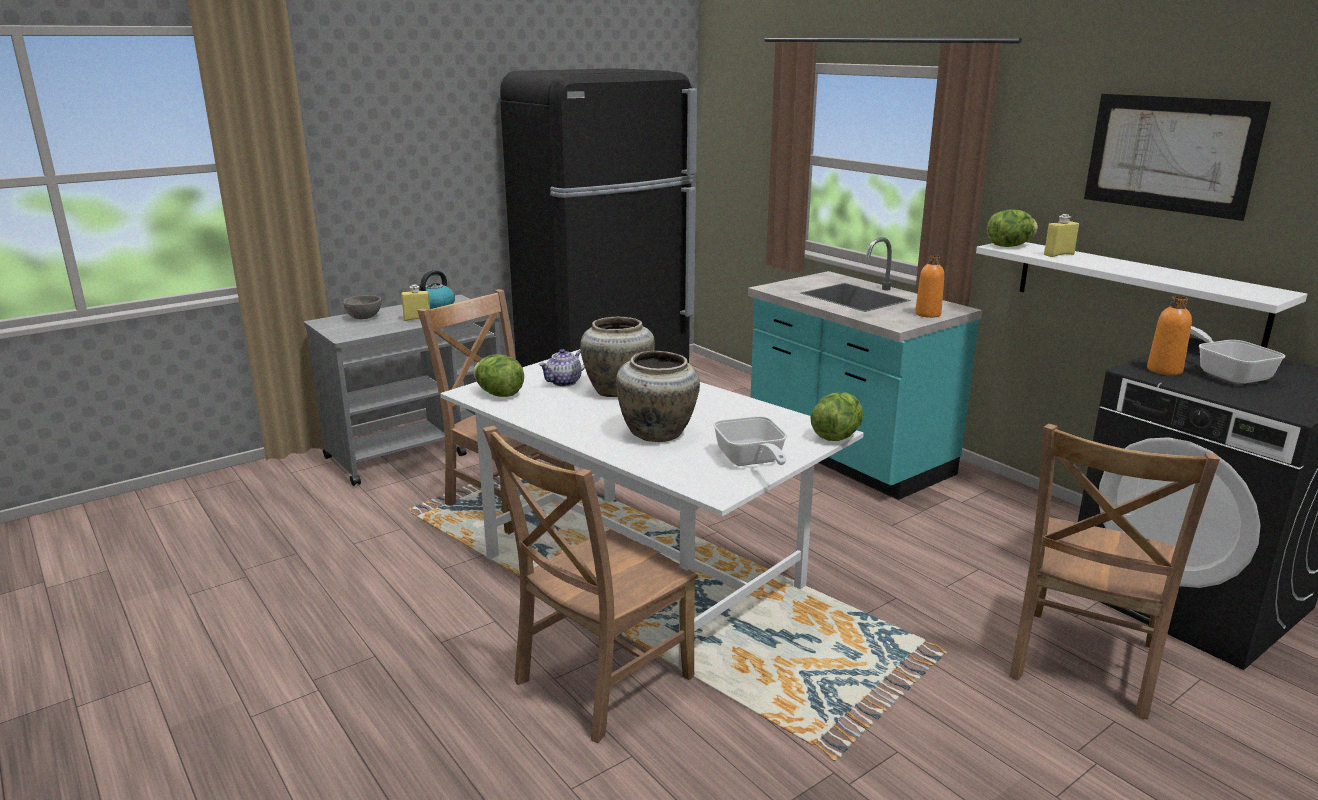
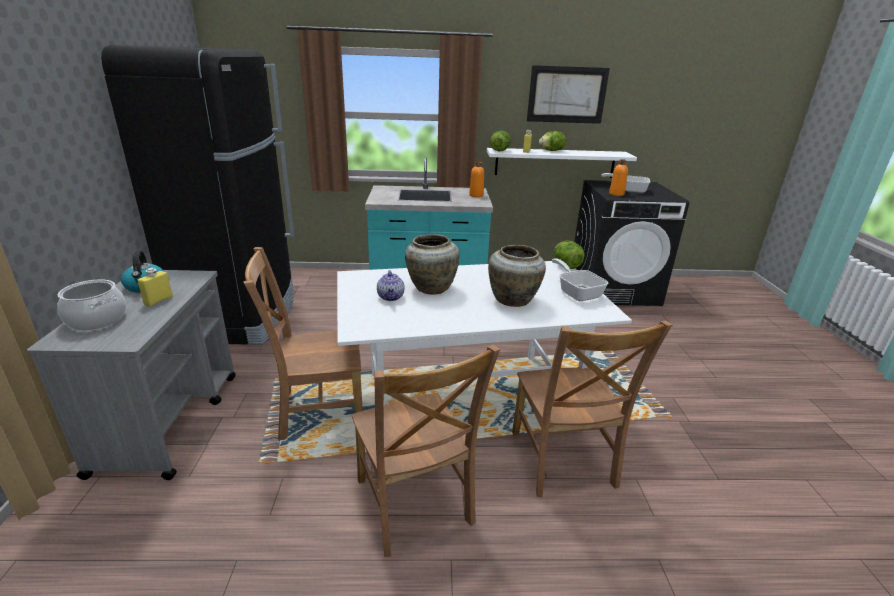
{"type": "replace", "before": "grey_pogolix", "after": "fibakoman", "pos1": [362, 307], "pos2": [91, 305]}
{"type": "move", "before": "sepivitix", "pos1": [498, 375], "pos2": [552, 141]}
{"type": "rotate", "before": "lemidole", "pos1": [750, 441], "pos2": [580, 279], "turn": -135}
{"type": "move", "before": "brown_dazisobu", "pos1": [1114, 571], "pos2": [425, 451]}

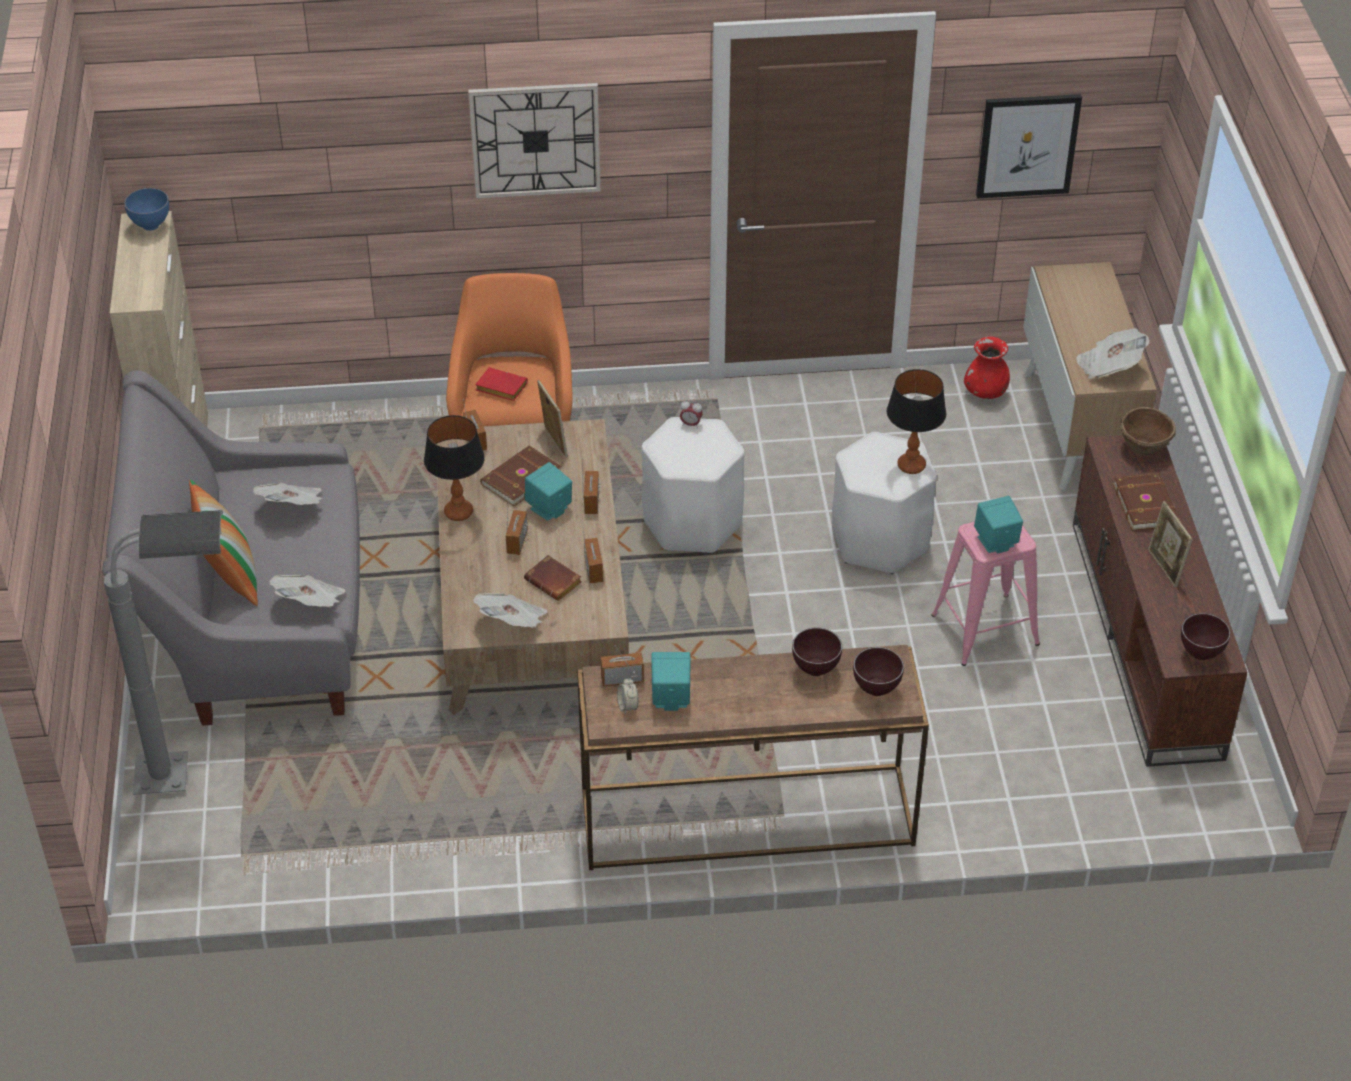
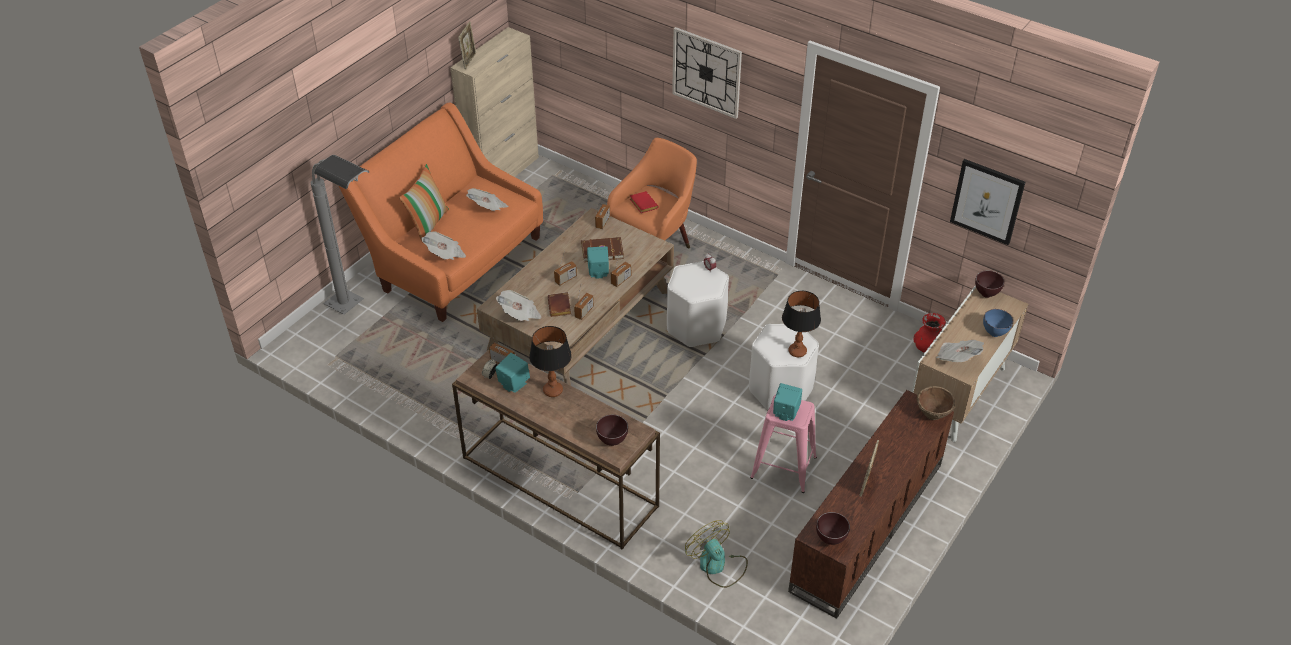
{"type": "recolor", "before": "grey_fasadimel", "after": "orange_fasadimel", "pos1": [231, 548], "pos2": [440, 212]}
{"type": "move", "before": "blue_pogolix", "pos1": [146, 209], "pos2": [998, 323]}
{"type": "move", "before": "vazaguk", "pos1": [454, 468], "pos2": [550, 361]}
{"type": "move", "before": "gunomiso", "pos1": [552, 418], "pos2": [467, 45]}
{"type": "move", "before": "brown_pogolix", "pos1": [817, 652], "pos2": [989, 284]}
{"type": "delete", "before": "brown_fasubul", "pos1": [1146, 502]}
{"type": "insert", "after": "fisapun", "pos2": [716, 554]}

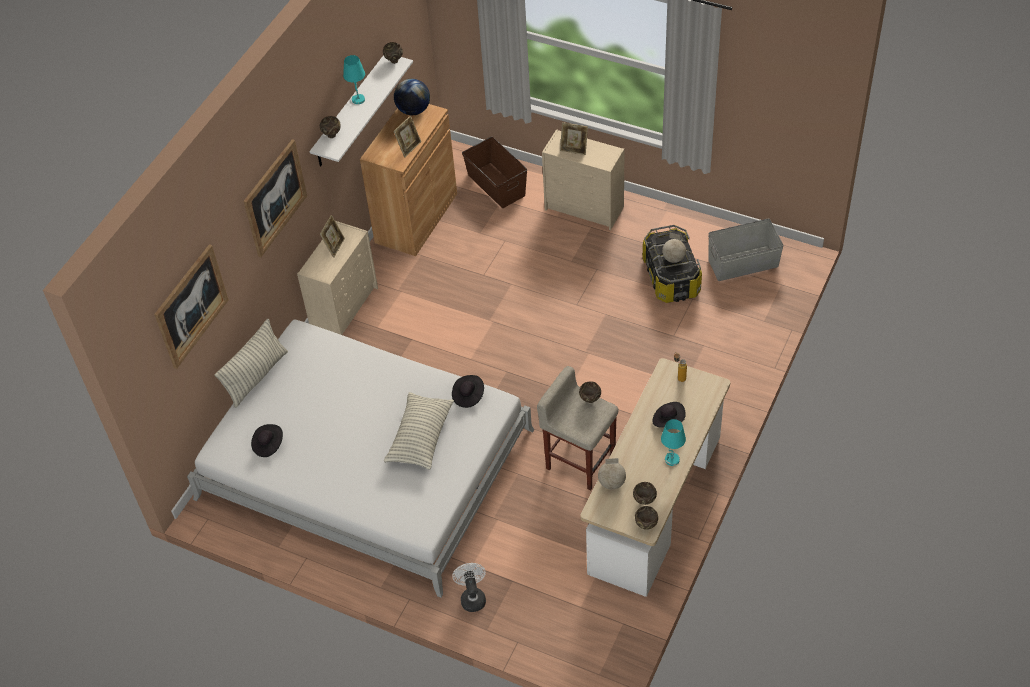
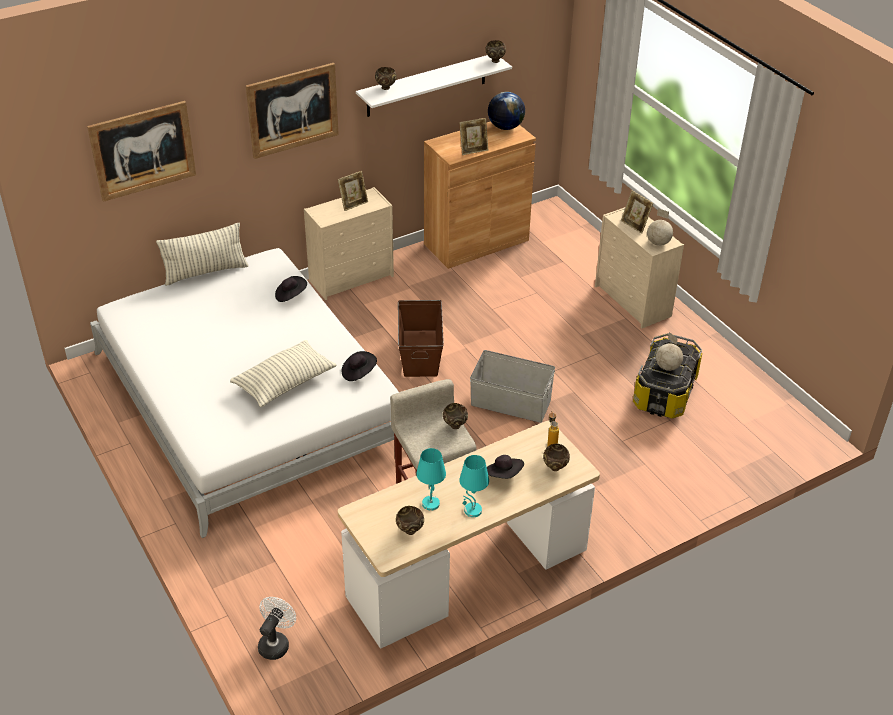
{"type": "move", "before": "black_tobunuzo", "pos1": [267, 440], "pos2": [291, 289]}
{"type": "move", "before": "turquoise_vazaguk", "pos1": [354, 79], "pos2": [431, 479]}
{"type": "move", "before": "white_fisapun", "pos1": [469, 587], "pos2": [277, 628]}
{"type": "move", "before": "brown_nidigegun", "pos1": [494, 172], "pos2": [421, 338]}
{"type": "move", "before": "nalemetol", "pos1": [612, 474], "pos2": [660, 227]}
{"type": "move", "before": "brown_pogolix", "pos1": [646, 518], "pos2": [556, 457]}
{"type": "move", "before": "grey_nidigegun", "pos1": [746, 250], "pos2": [512, 386]}

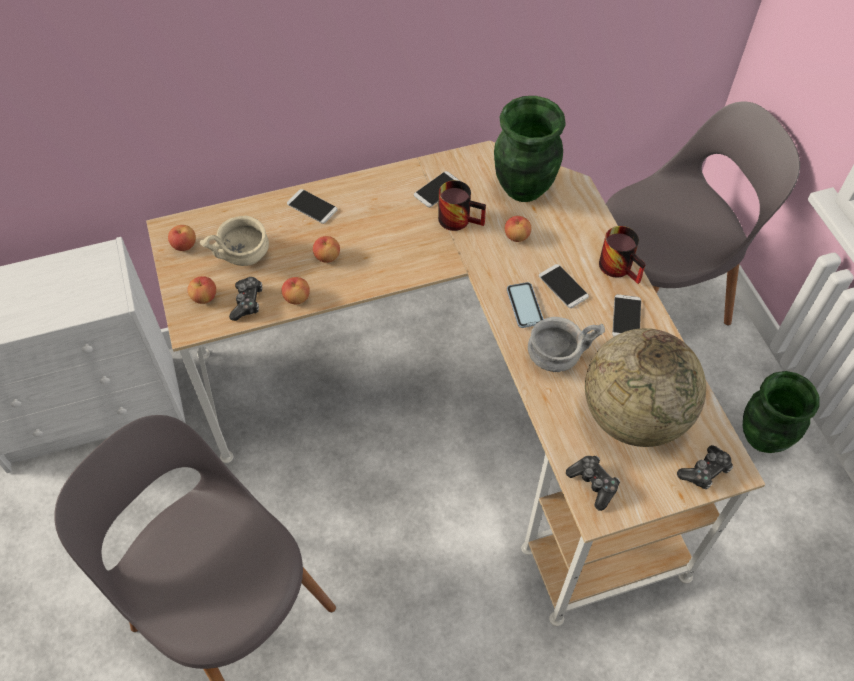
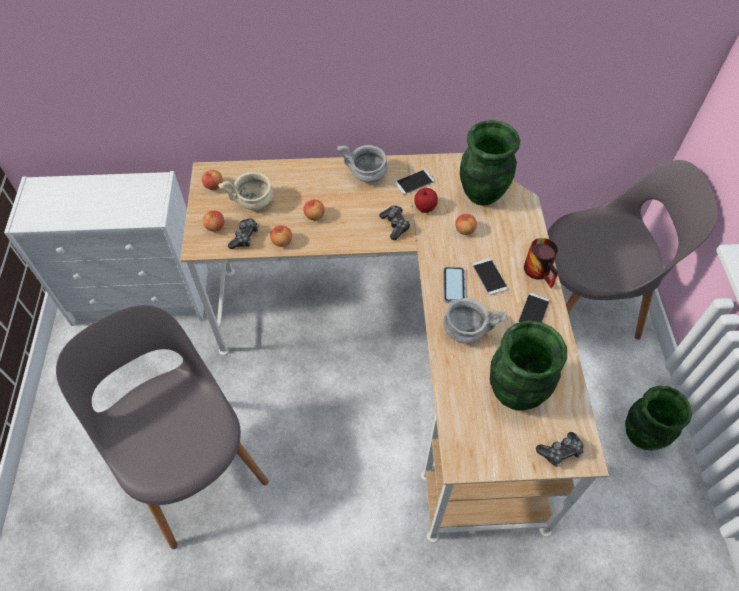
{"type": "delete", "before": "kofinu", "pos1": [312, 206]}
{"type": "replace", "before": "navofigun", "after": "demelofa", "pos1": [462, 205], "pos2": [426, 200]}
{"type": "move", "before": "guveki", "pos1": [593, 483], "pos2": [394, 222]}
{"type": "replace", "before": "nalemetol", "after": "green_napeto", "pos1": [645, 387], "pos2": [528, 365]}
{"type": "insert", "after": "grey_pogolix", "pos2": [362, 163]}

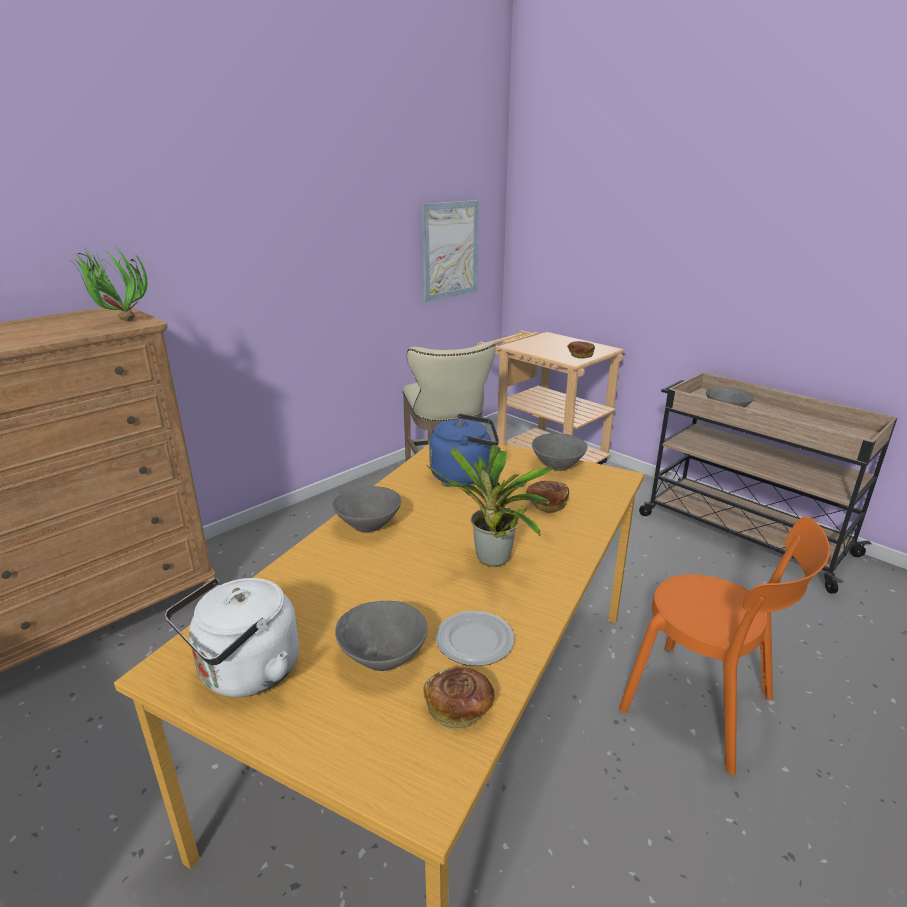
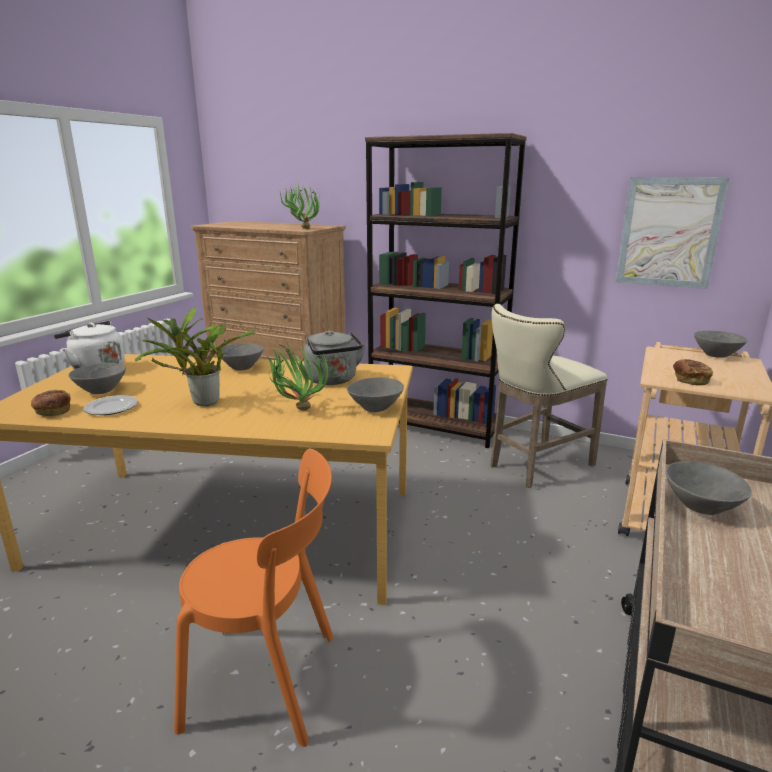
{"type": "recolor", "before": "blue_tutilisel", "after": "grey_tutilisel", "pos1": [464, 449], "pos2": [334, 357]}
{"type": "replace", "before": "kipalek", "after": "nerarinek", "pos1": [547, 496], "pos2": [296, 376]}
{"type": "rotate", "before": "orange_dazisobu", "pos1": [724, 645], "pos2": [253, 598], "turn": -105}
{"type": "insert", "after": "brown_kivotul", "pos2": [446, 290]}
{"type": "insert", "after": "grey_pogolix", "pos2": [721, 344]}

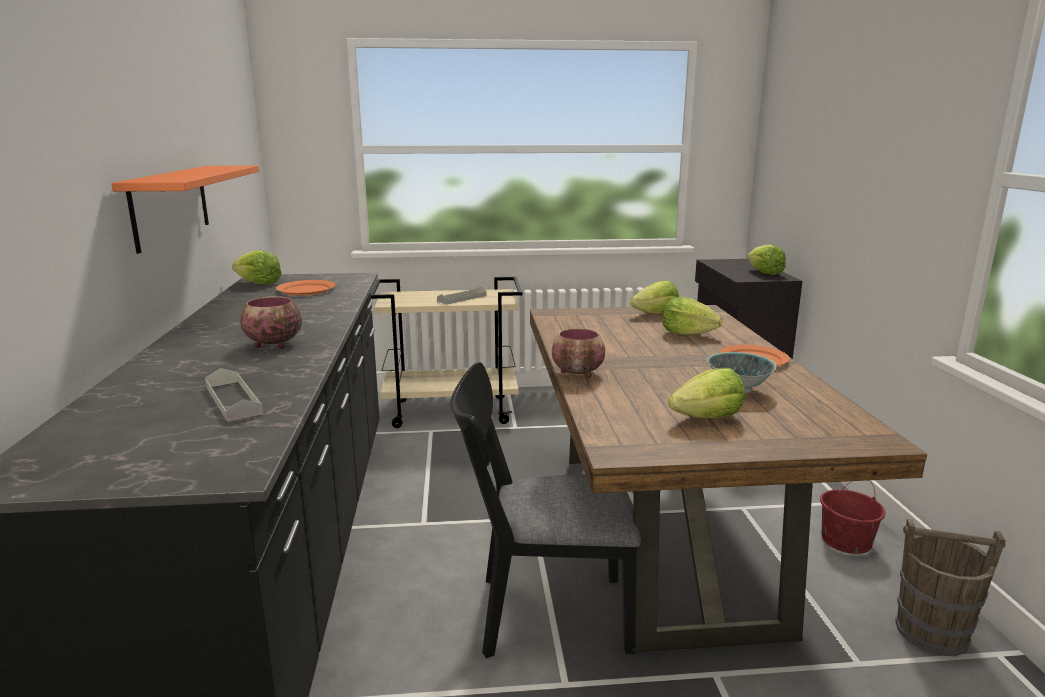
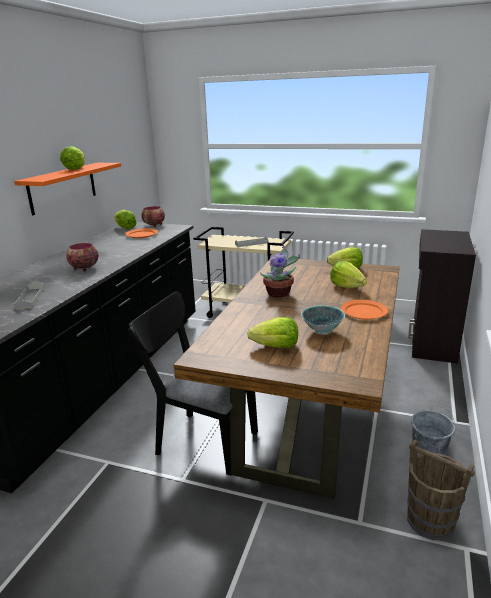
{"type": "move", "before": "pogolix", "pos1": [578, 353], "pos2": [153, 216]}
{"type": "move", "before": "sepivitix", "pos1": [766, 259], "pos2": [72, 158]}
{"type": "recolor", "before": "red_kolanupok", "after": "grey_kolanupok", "pos1": [852, 517], "pos2": [433, 430]}
{"type": "insert", "after": "nerarinek", "pos2": [280, 271]}

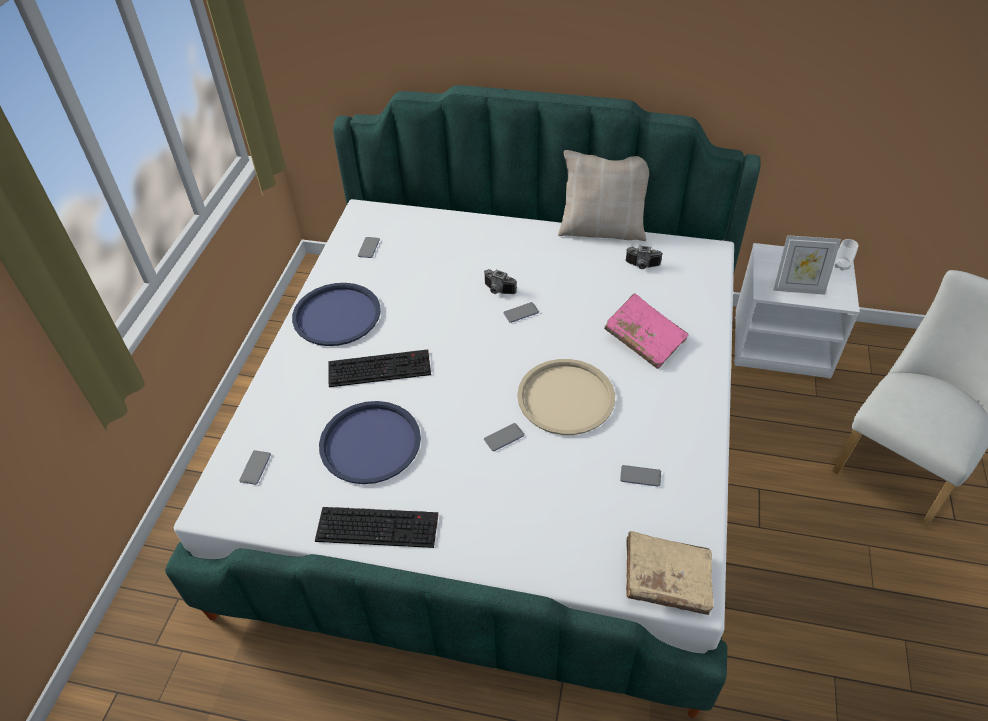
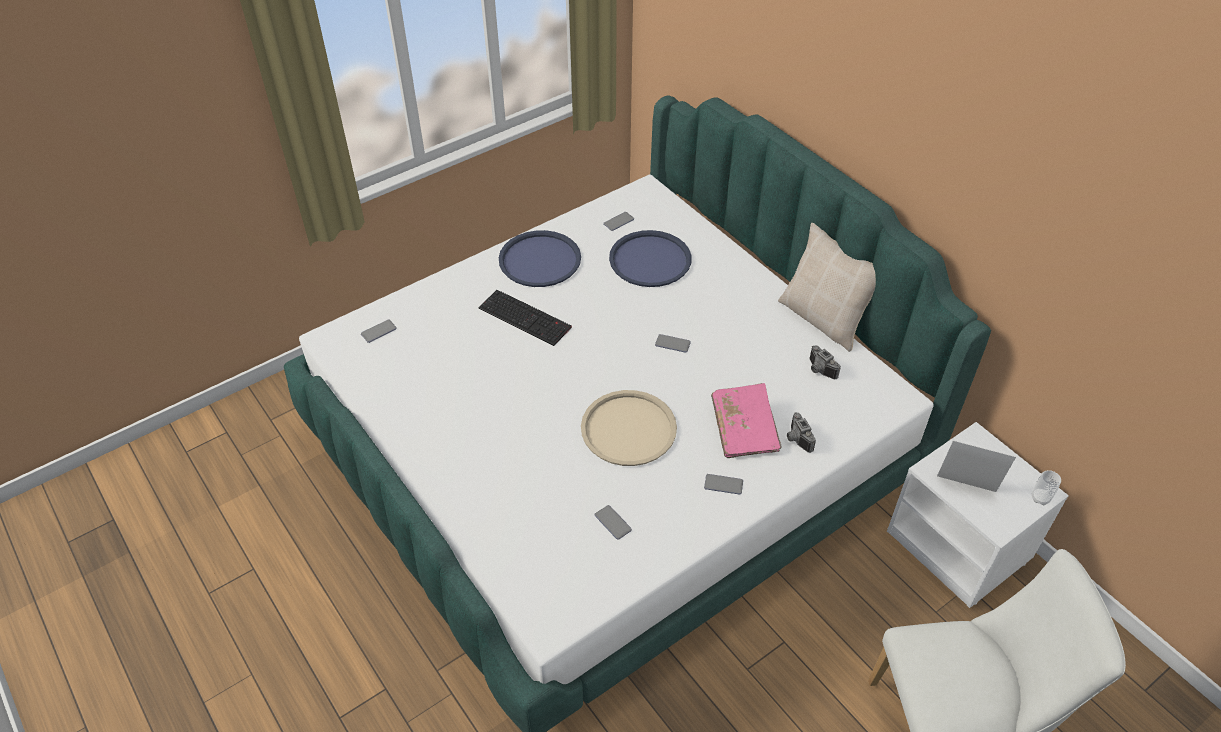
{"type": "delete", "before": "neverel", "pos1": [376, 527]}
{"type": "move", "before": "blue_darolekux", "pos1": [370, 442], "pos2": [650, 258]}
{"type": "move", "before": "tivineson", "pos1": [500, 281], "pos2": [801, 433]}
{"type": "move", "before": "kofinu", "pos1": [504, 437], "pos2": [723, 484]}
{"type": "delete", "before": "beige_fasubul", "pos1": [670, 573]}
{"type": "rotate", "before": "gunomiso", "pos1": [807, 264], "pos2": [976, 466], "turn": 150}

